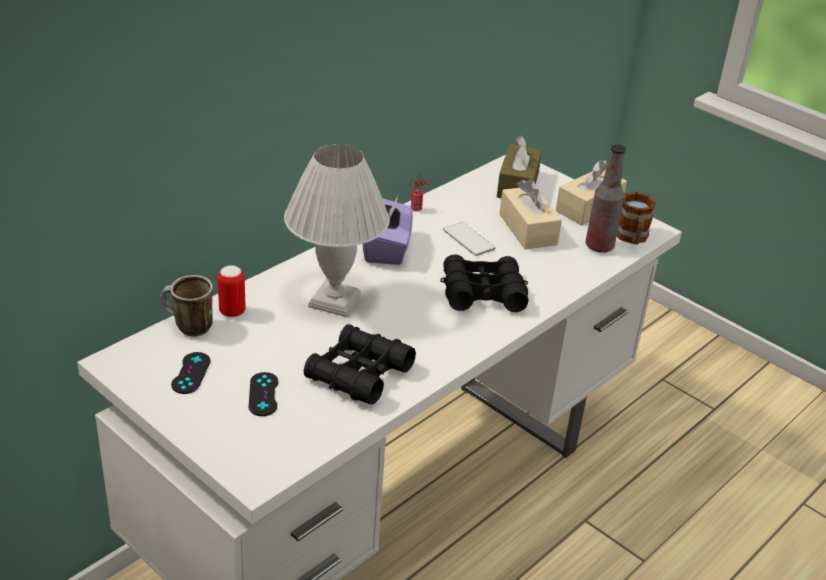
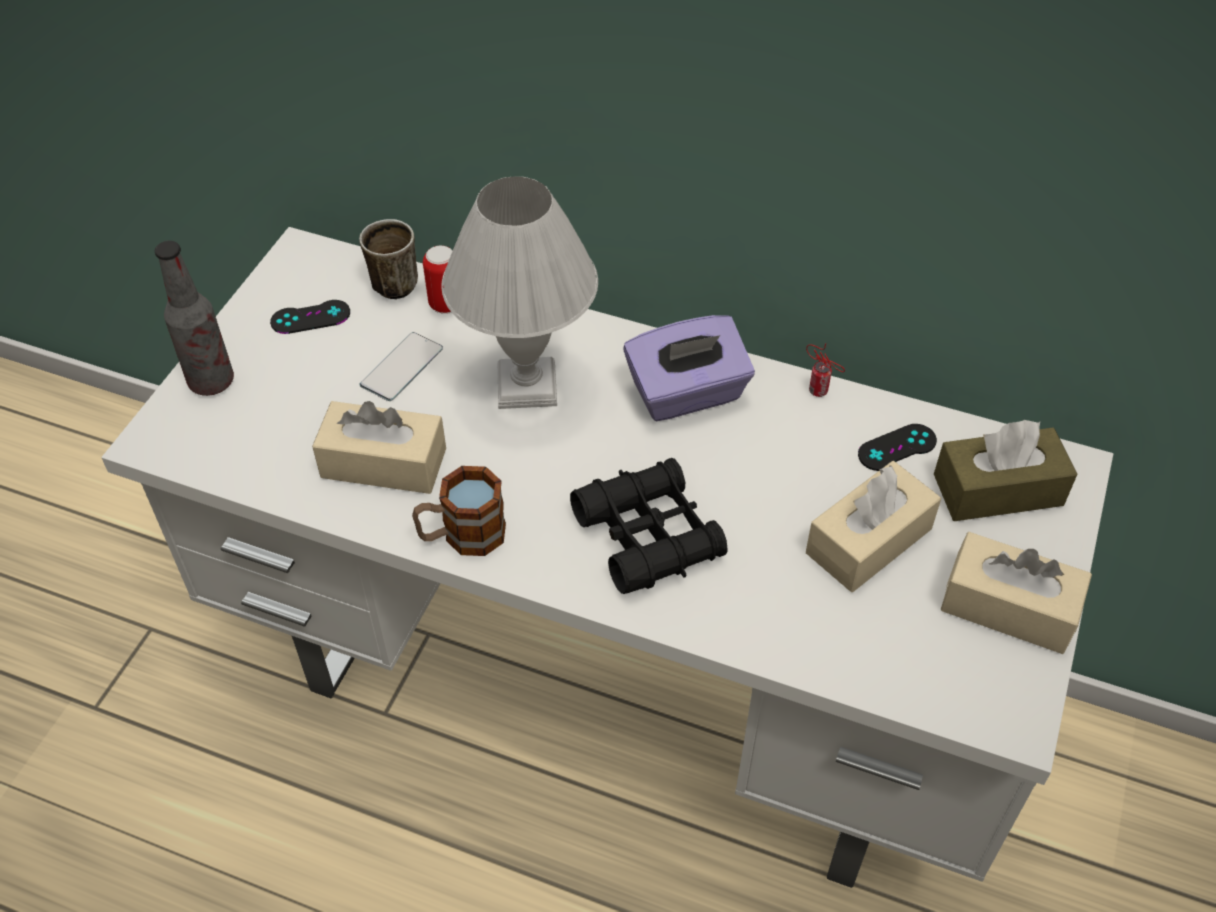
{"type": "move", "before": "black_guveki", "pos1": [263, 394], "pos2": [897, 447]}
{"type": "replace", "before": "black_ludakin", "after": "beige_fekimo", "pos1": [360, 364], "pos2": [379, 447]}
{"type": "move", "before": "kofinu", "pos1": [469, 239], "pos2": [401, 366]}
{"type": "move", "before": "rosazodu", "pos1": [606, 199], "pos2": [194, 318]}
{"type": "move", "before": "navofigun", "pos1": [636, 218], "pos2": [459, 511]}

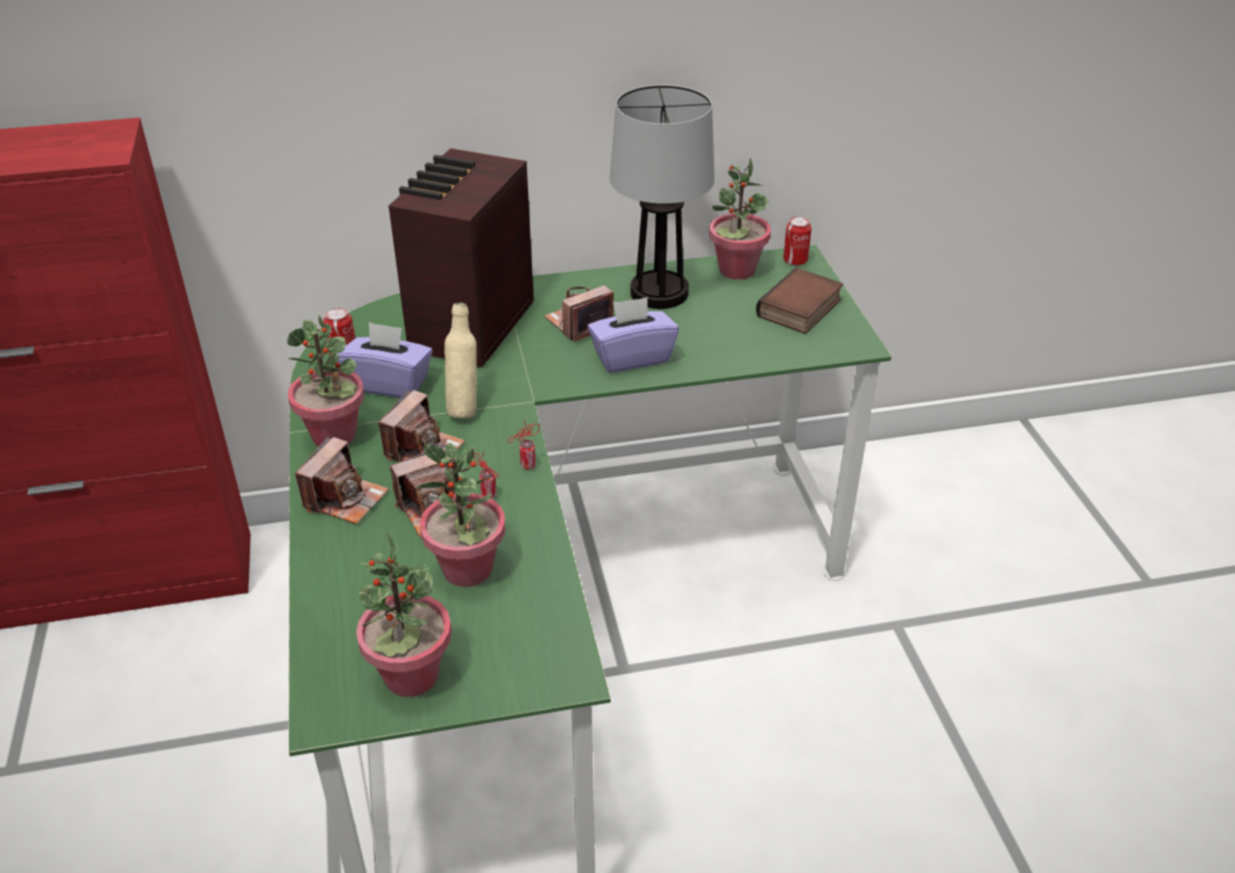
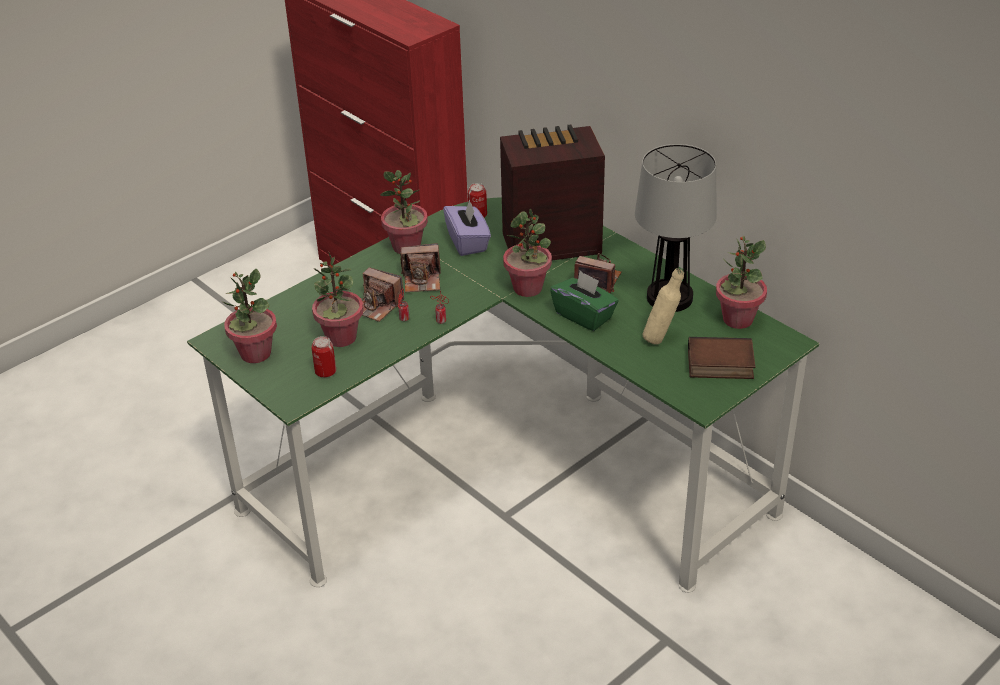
{"type": "delete", "before": "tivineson", "pos1": [342, 480]}
{"type": "move", "before": "beige_rosazodu", "pos1": [460, 360], "pos2": [663, 306]}
{"type": "recolor", "before": "purple_fekimo", "after": "green_fekimo", "pos1": [633, 335], "pos2": [584, 301]}
{"type": "move", "before": "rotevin", "pos1": [797, 241], "pos2": [323, 356]}
{"type": "insert", "after": "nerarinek", "pos2": [527, 253]}

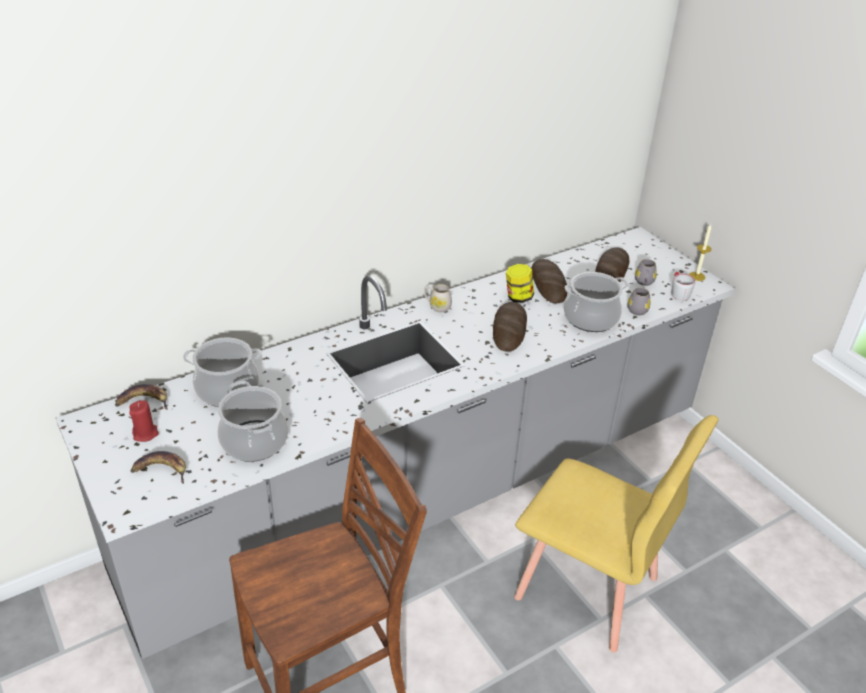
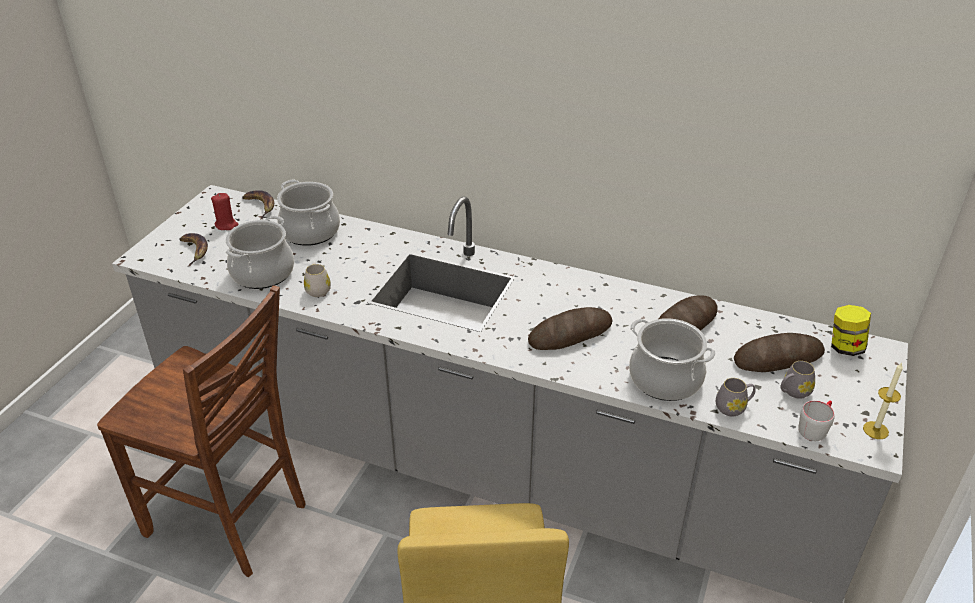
{"type": "move", "before": "white_navofigun", "pos1": [438, 298], "pos2": [317, 280]}
{"type": "move", "before": "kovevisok", "pos1": [520, 283], "pos2": [851, 330]}

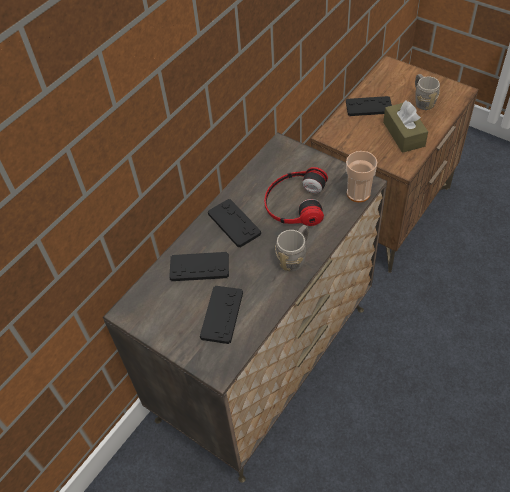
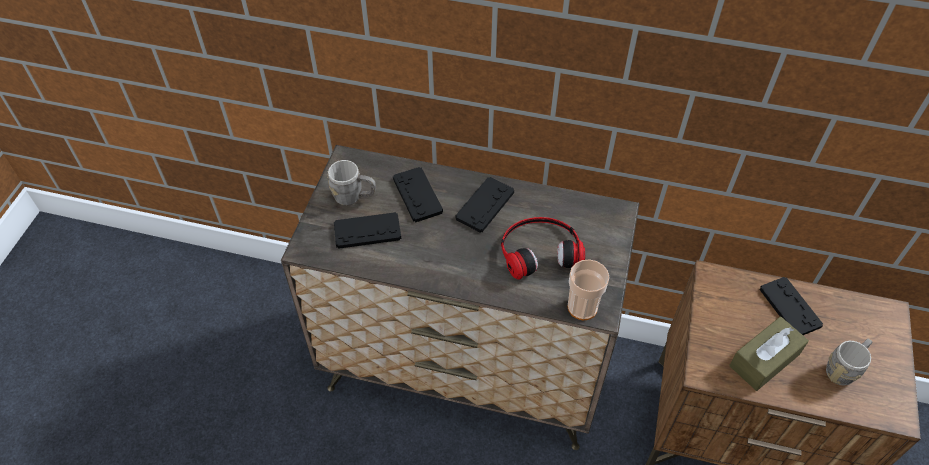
{"type": "move", "before": "grey_navofigun", "pos1": [292, 248], "pos2": [351, 182]}

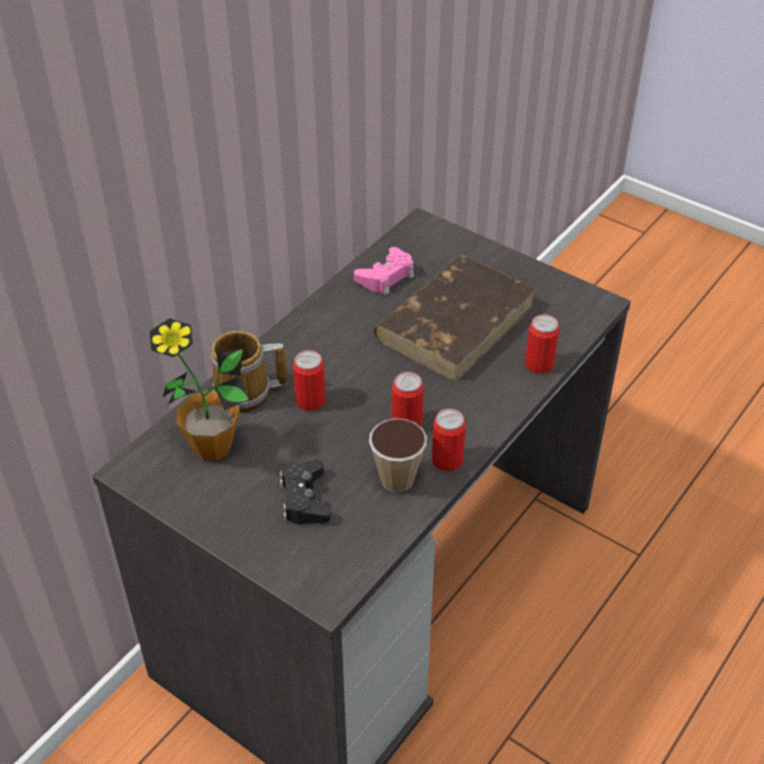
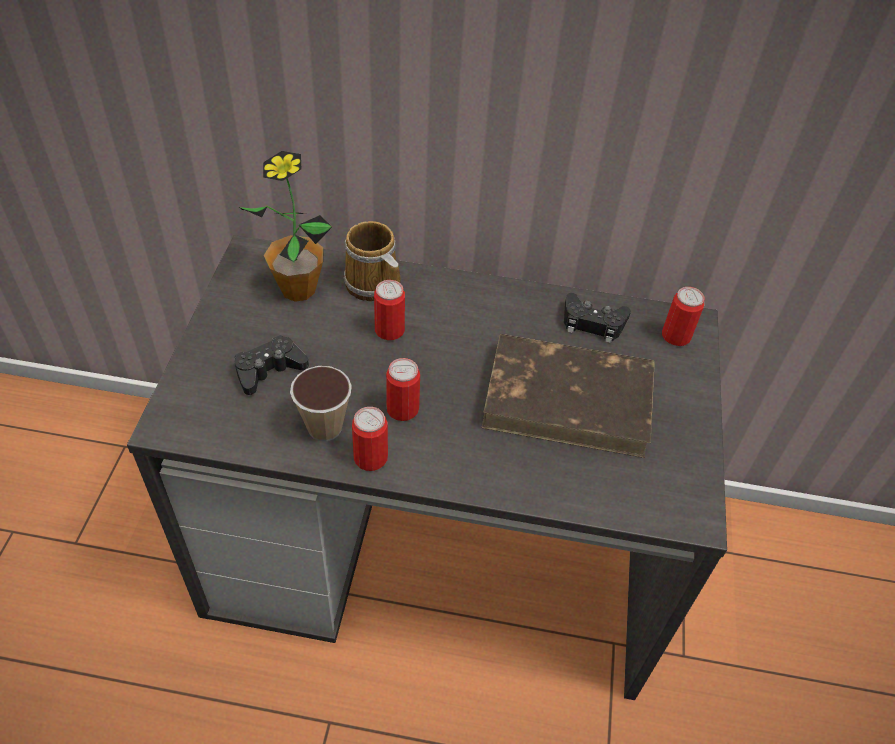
{"type": "recolor", "before": "pink_guveki", "after": "black_guveki", "pos1": [384, 271], "pos2": [597, 318]}
{"type": "move", "before": "rotevin", "pos1": [542, 344], "pos2": [683, 316]}

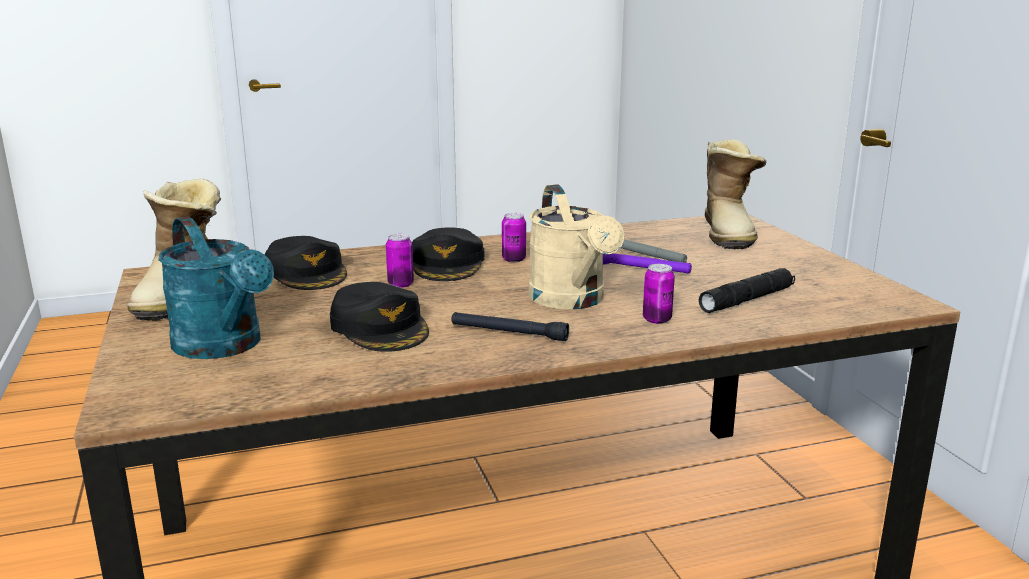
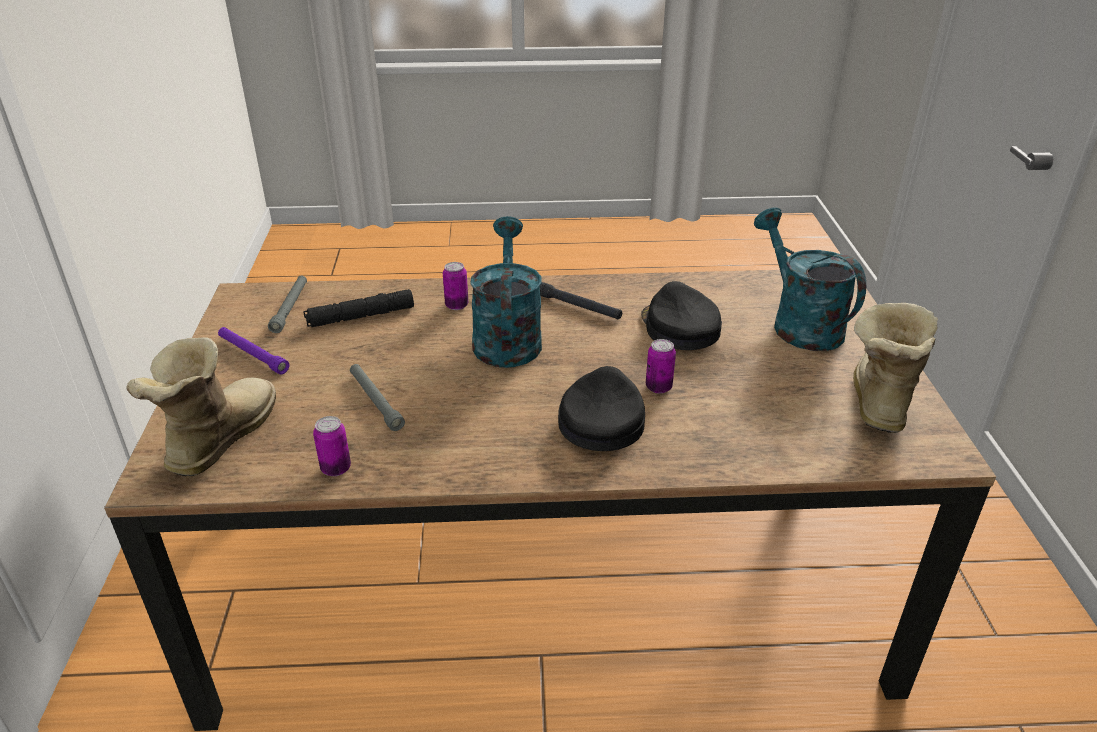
{"type": "delete", "before": "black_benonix", "pos1": [306, 263]}
{"type": "move", "before": "rotevin", "pos1": [514, 237], "pos2": [332, 446]}
{"type": "recolor", "before": "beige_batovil", "after": "turquoise_batovil", "pos1": [576, 246], "pos2": [506, 292]}
{"type": "move", "before": "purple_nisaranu", "pos1": [647, 263], "pos2": [253, 350]}
{"type": "insert", "after": "grey_nisaranu", "pos2": [287, 304]}

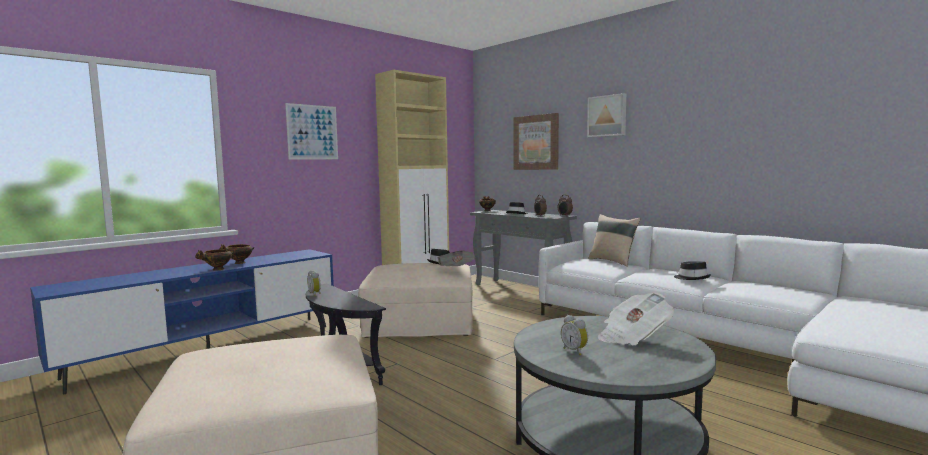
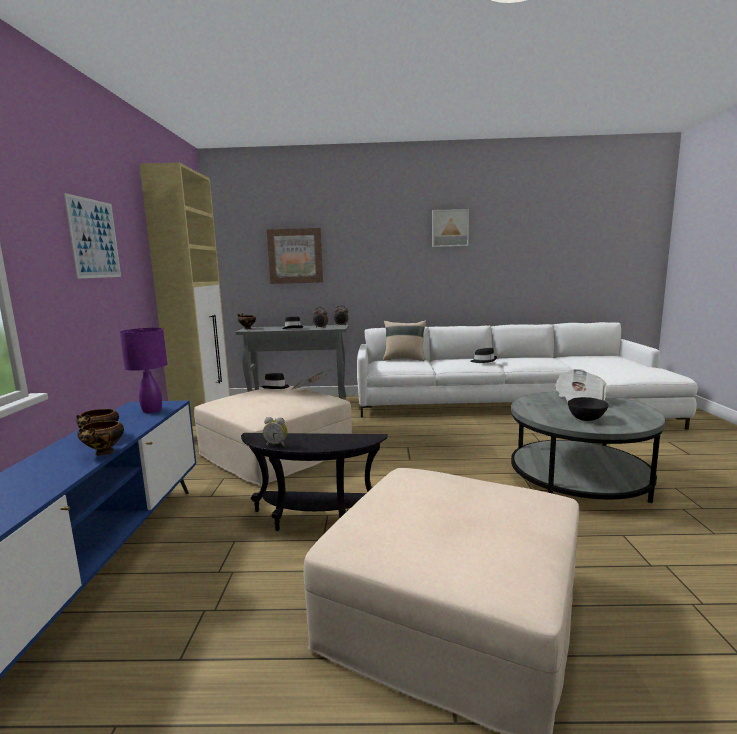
{"type": "replace", "before": "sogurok", "after": "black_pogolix", "pos1": [574, 335], "pos2": [588, 409]}
{"type": "move", "before": "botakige", "pos1": [606, 115], "pos2": [450, 228]}
{"type": "insert", "after": "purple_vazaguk", "pos2": [143, 370]}

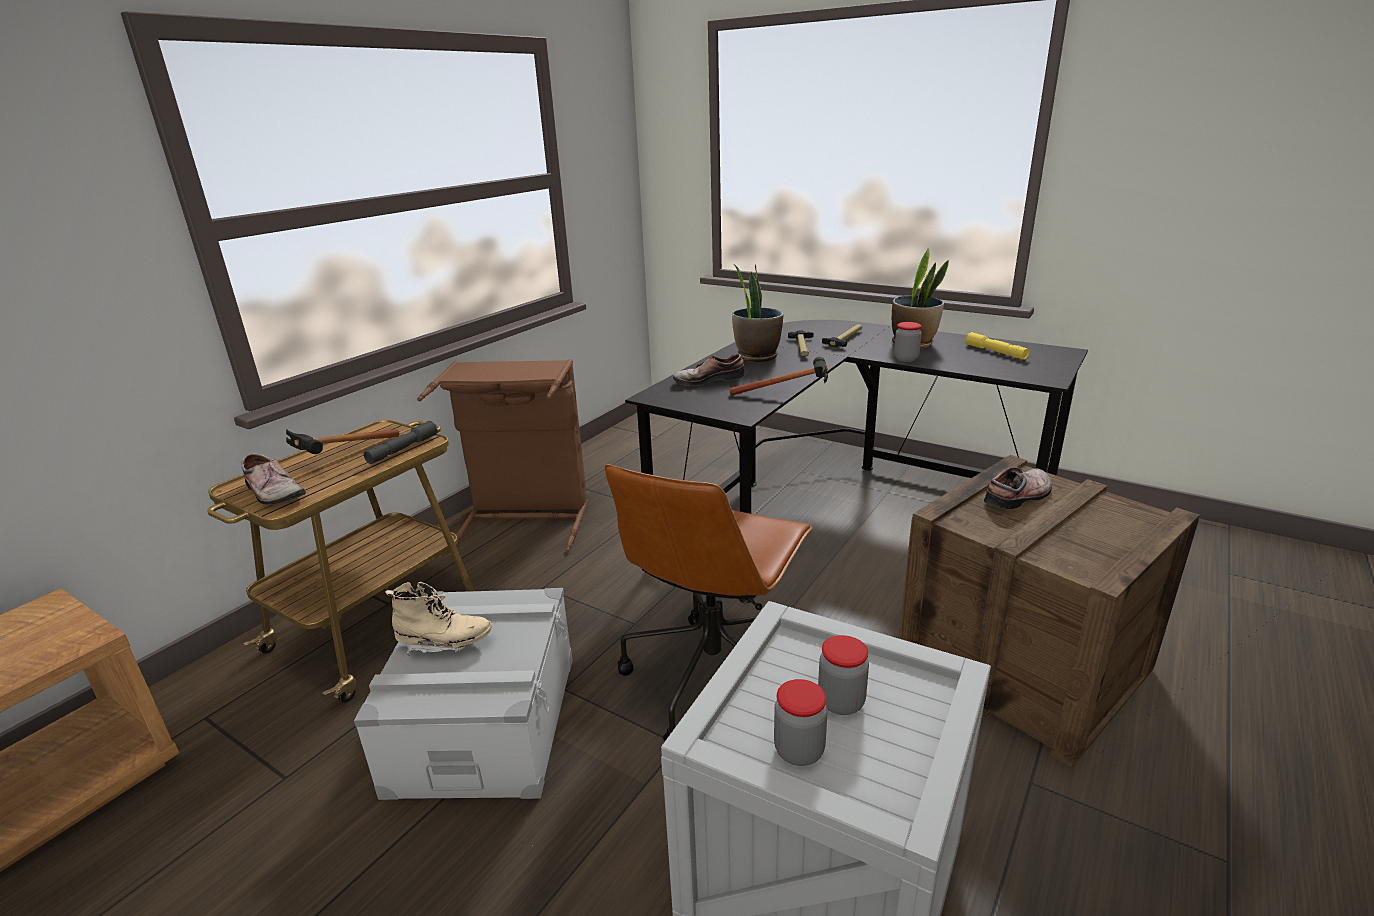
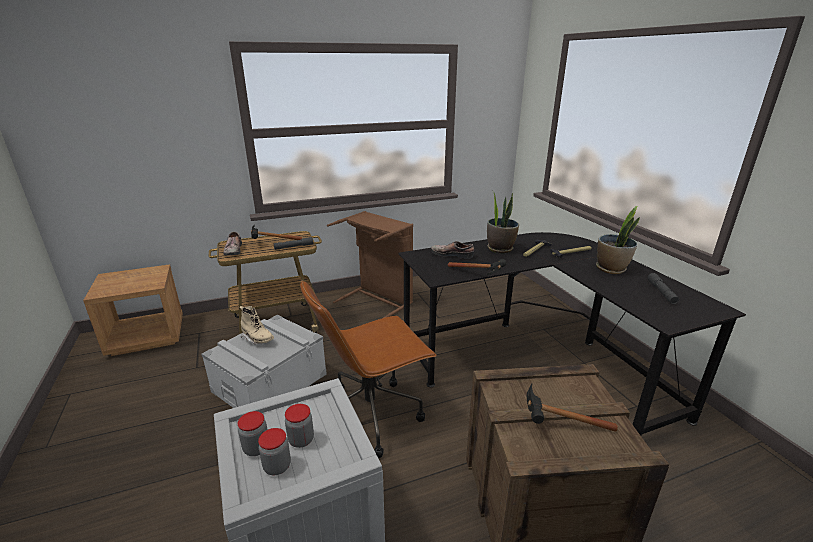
{"type": "move", "before": "kovevisok", "pos1": [908, 342], "pos2": [274, 451]}
{"type": "recolor", "before": "yellow_nisaranu", "after": "grey_nisaranu", "pos1": [997, 346], "pos2": [663, 288]}
{"type": "delete", "before": "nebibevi", "pos1": [1018, 488]}
{"type": "insert", "after": "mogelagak", "pos2": [572, 408]}

